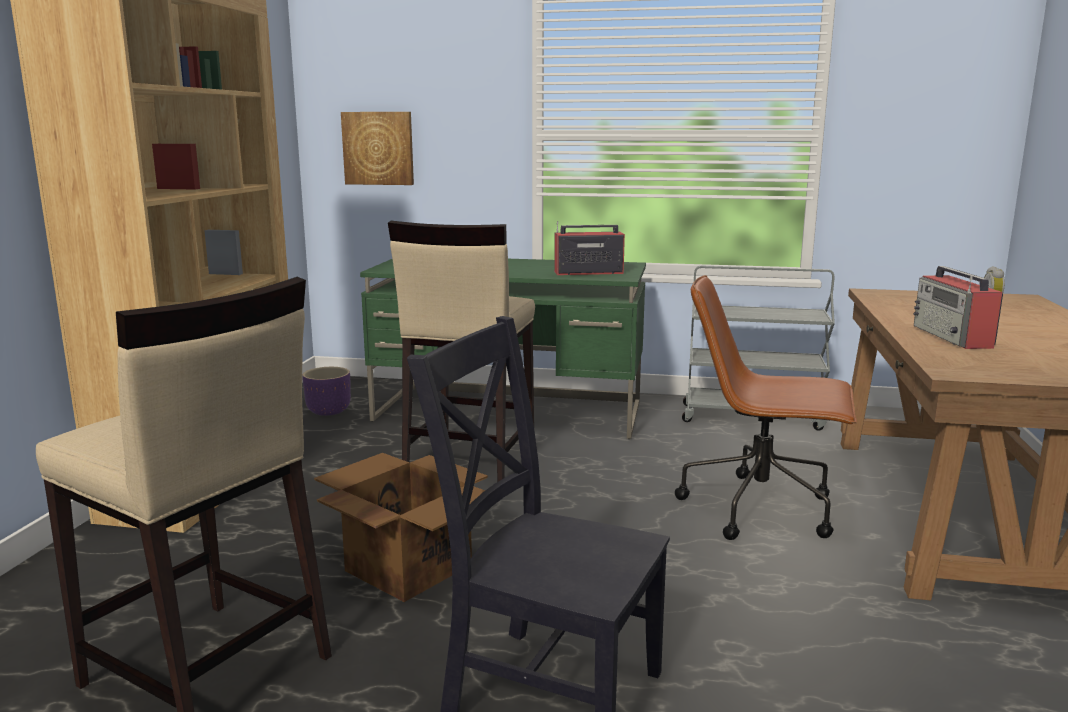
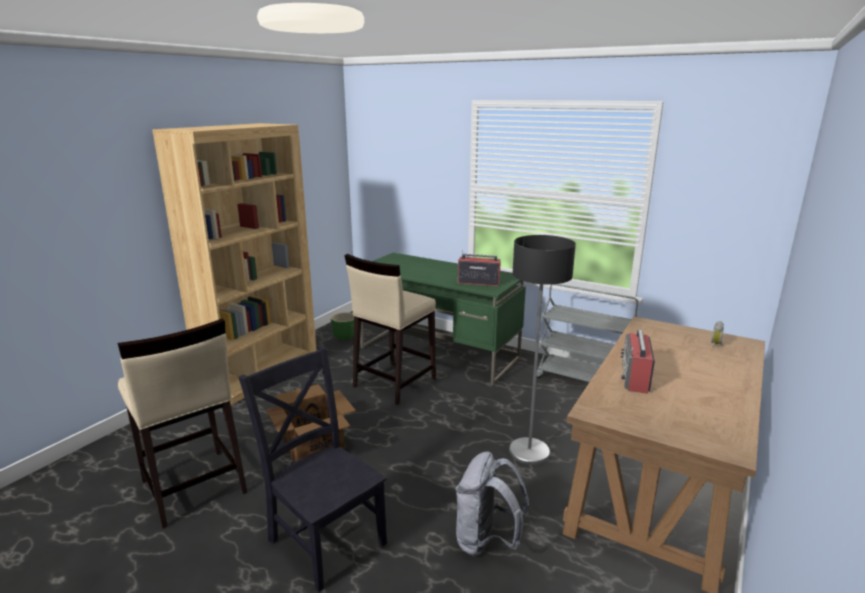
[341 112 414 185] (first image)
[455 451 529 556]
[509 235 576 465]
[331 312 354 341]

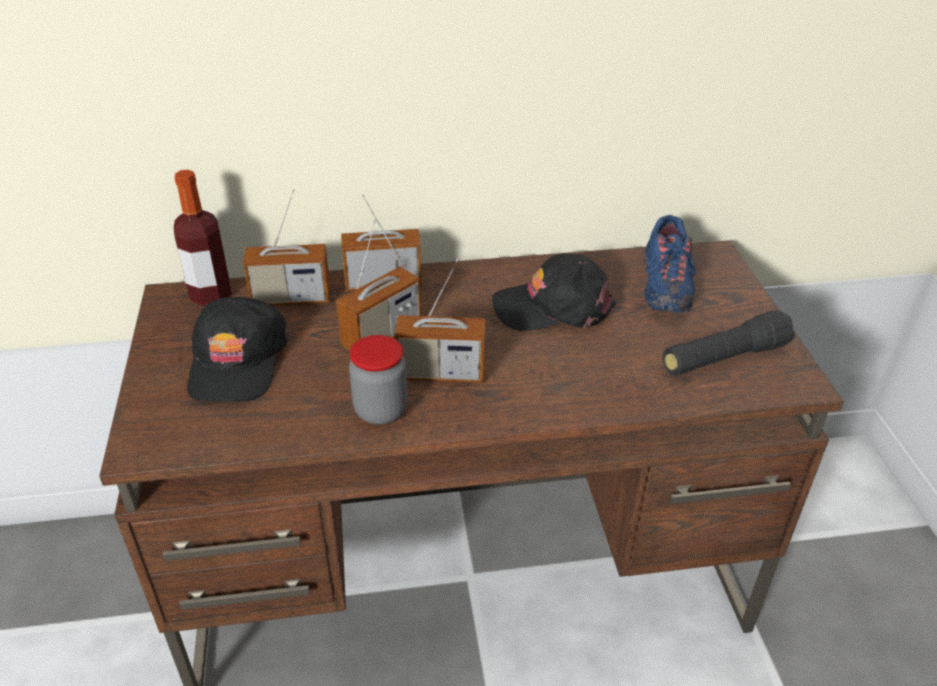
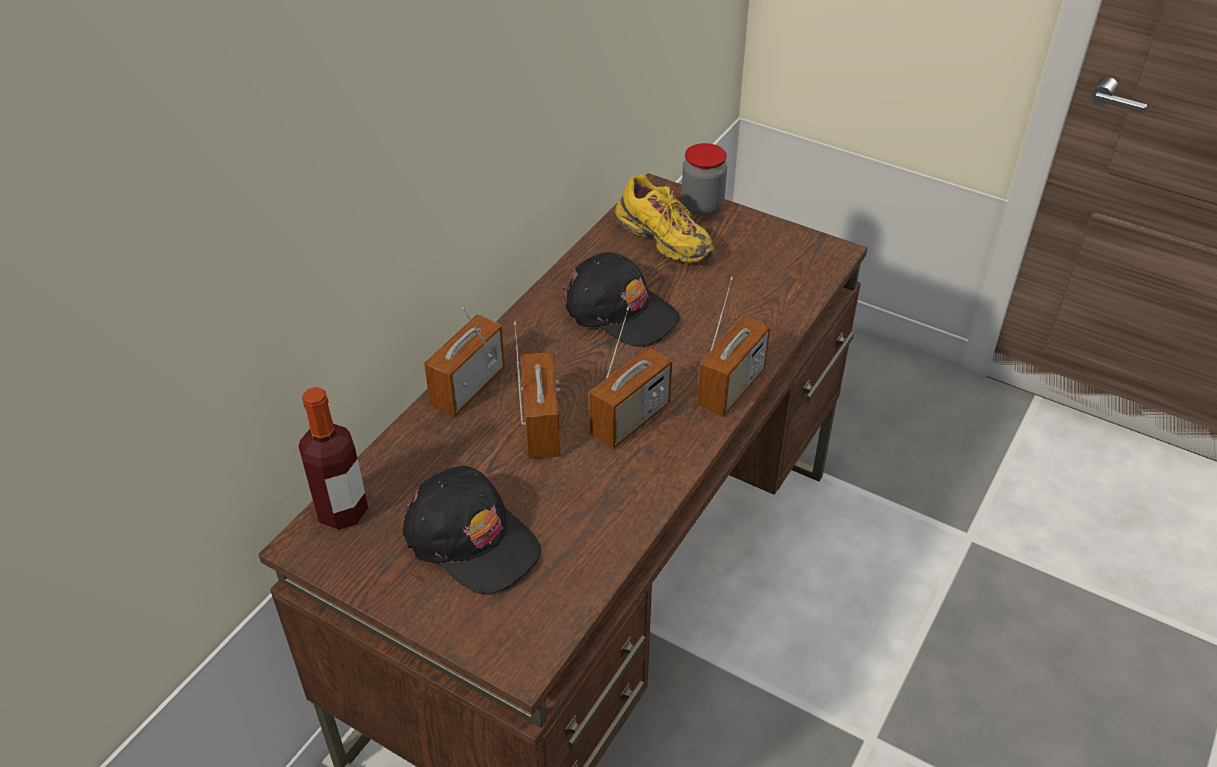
[662 311 794 376] (first image)
[697 277 770 417]
[681 143 727 216]
[615 175 715 263]
[563 252 680 347]

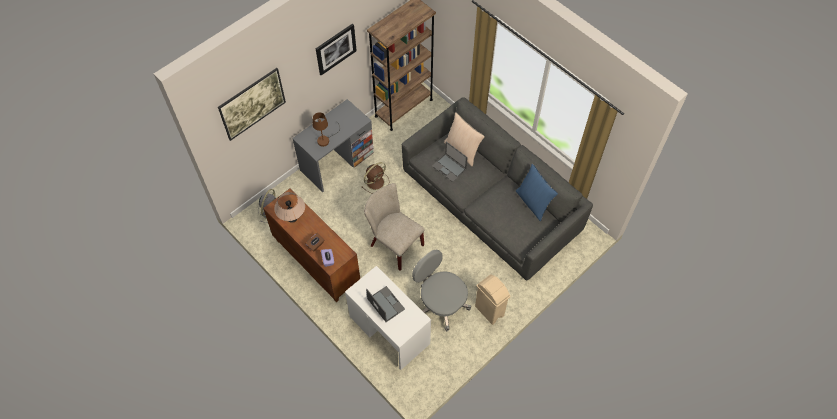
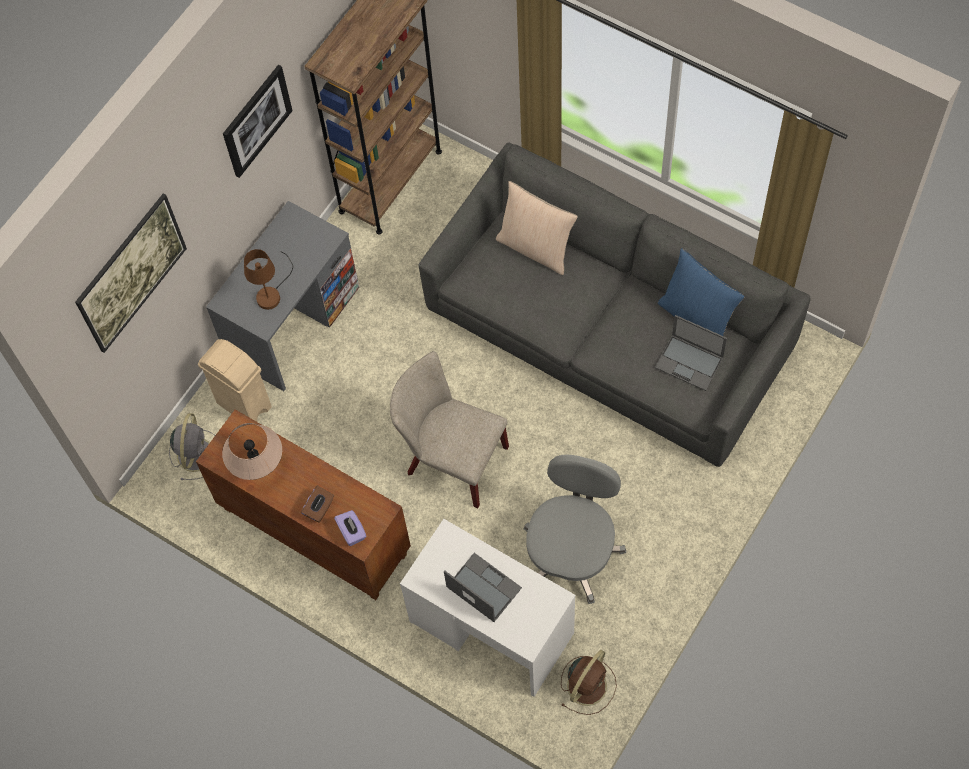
[561 650 617 715]
[655 315 727 391]
[198 339 272 422]
[524 455 626 604]

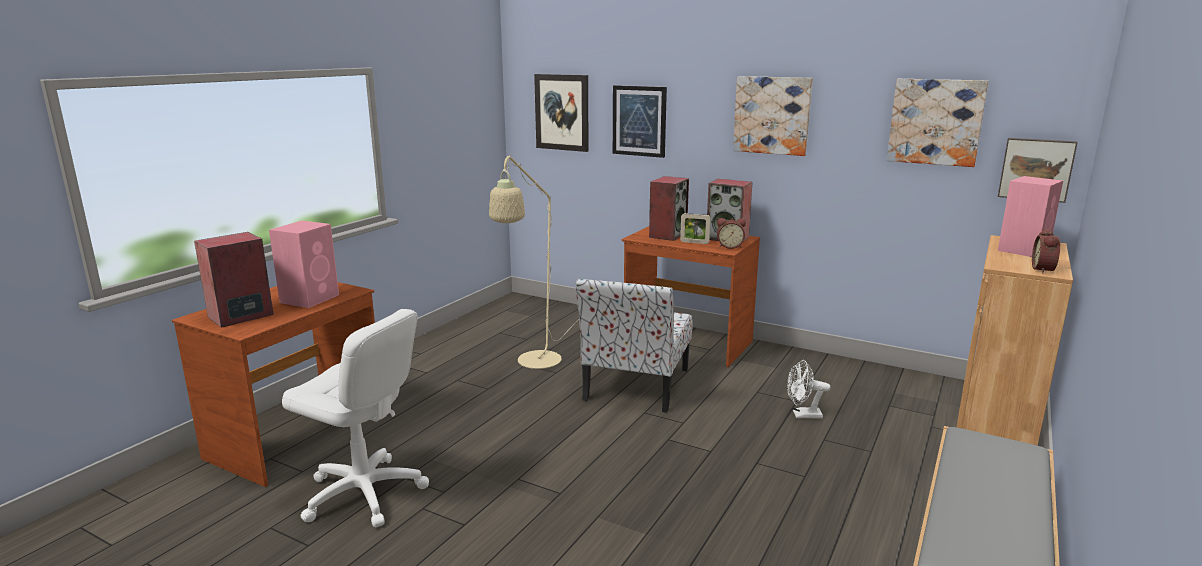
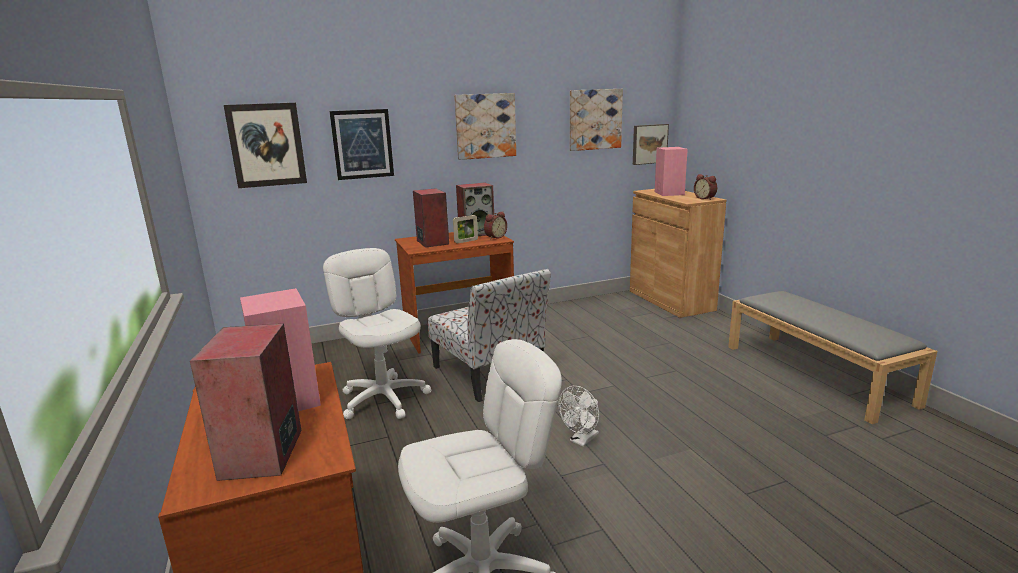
[558 386 599 446]
[323 248 431 419]

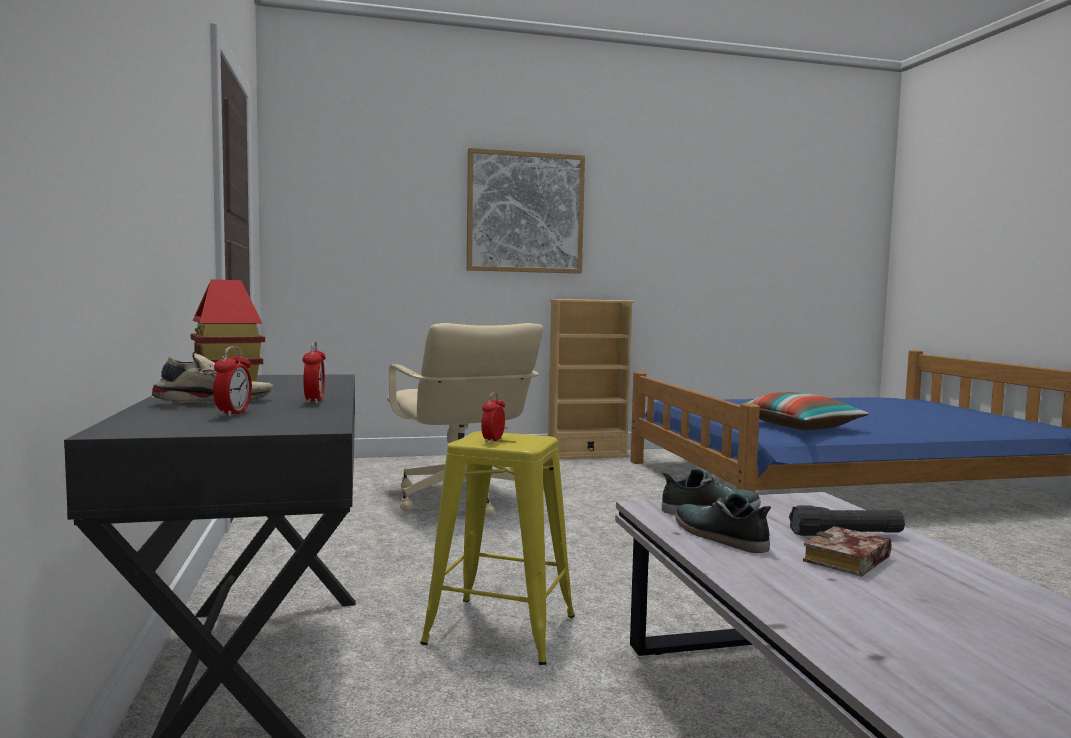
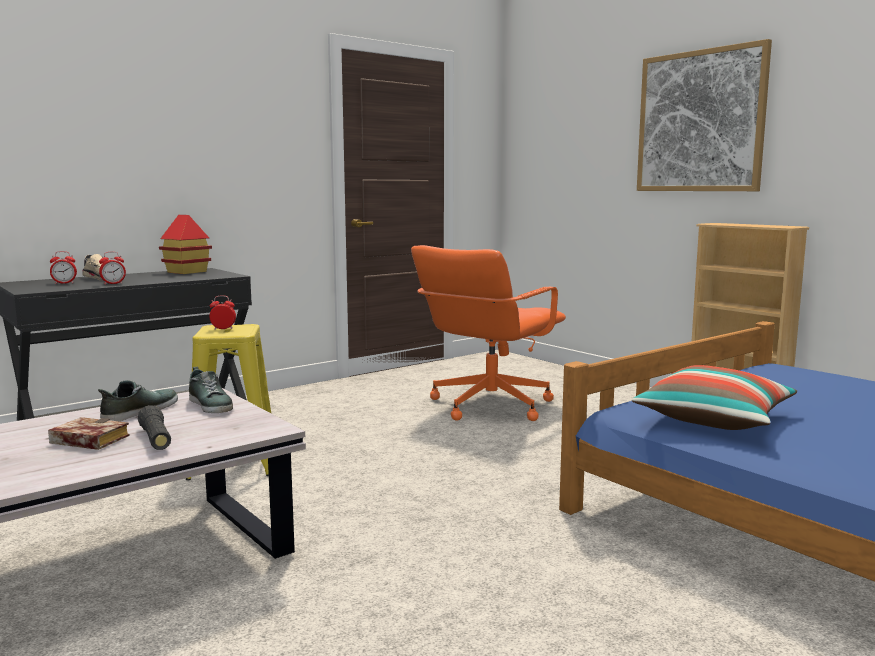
[411 245 566 421]

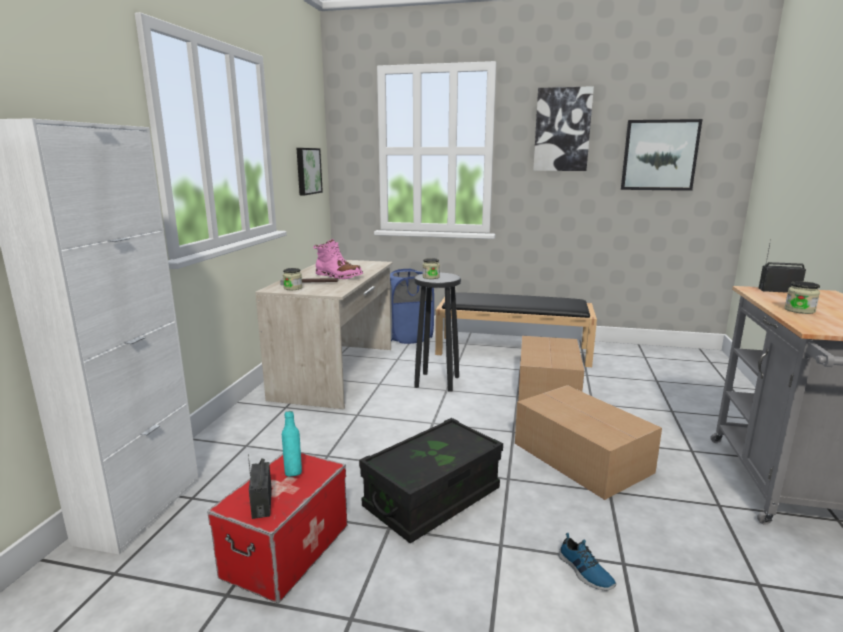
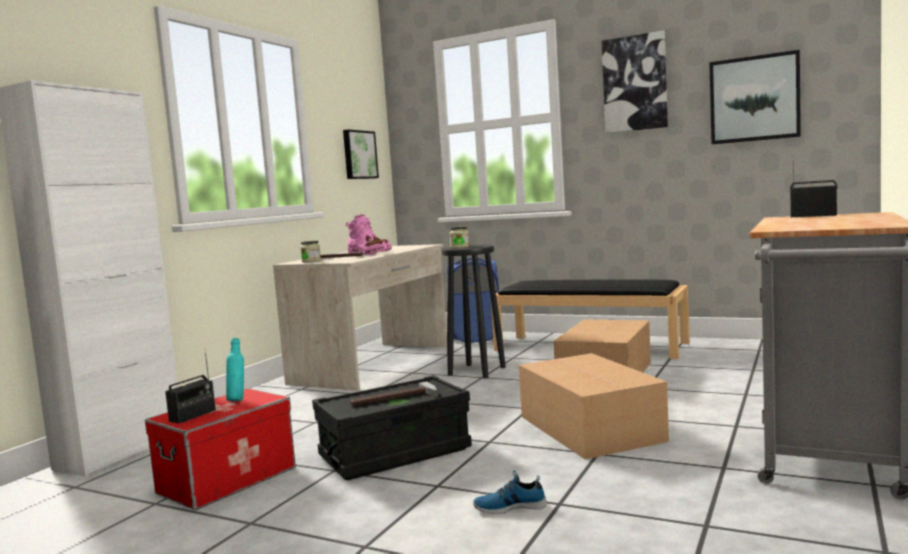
[784 281 820 314] (first image)
[350 381 438 406]
[165 351 216 424]
[473 471 547 514]

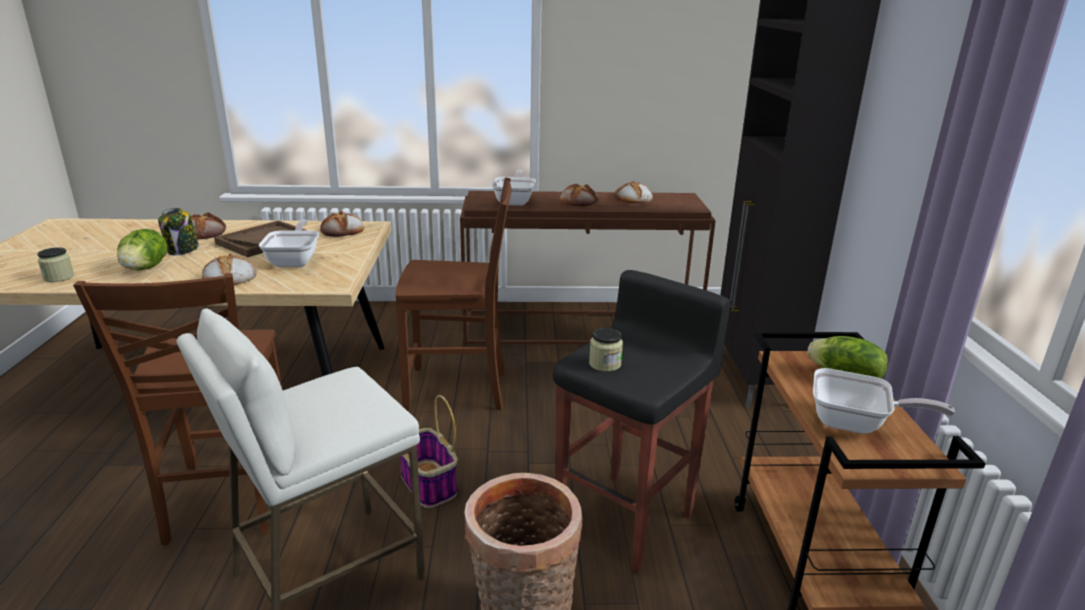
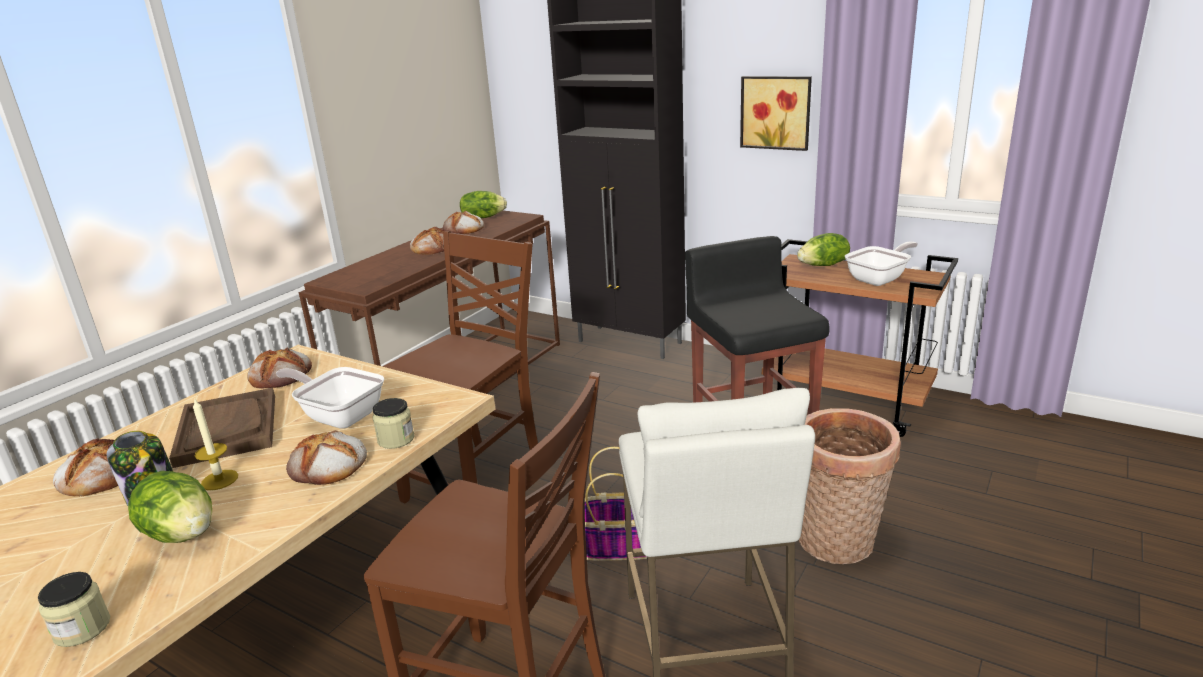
[492 170 536 206] (first image)
[193 398 238 490]
[460 191 507 219]
[740 76 812 151]
[372 398 415 449]

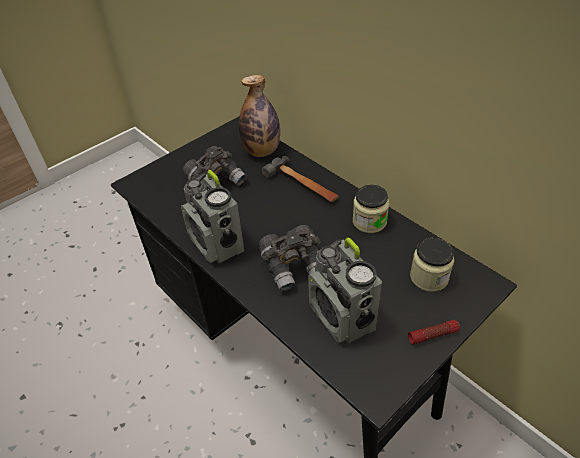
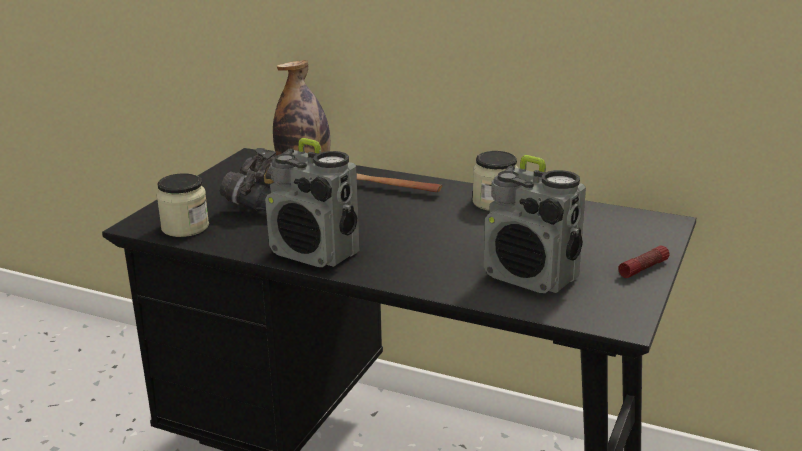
[259 225 321 291] (first image)
[157 173 209 237]

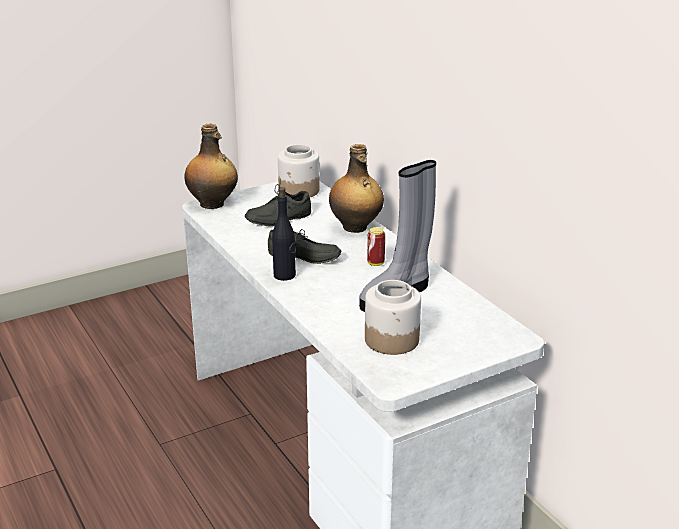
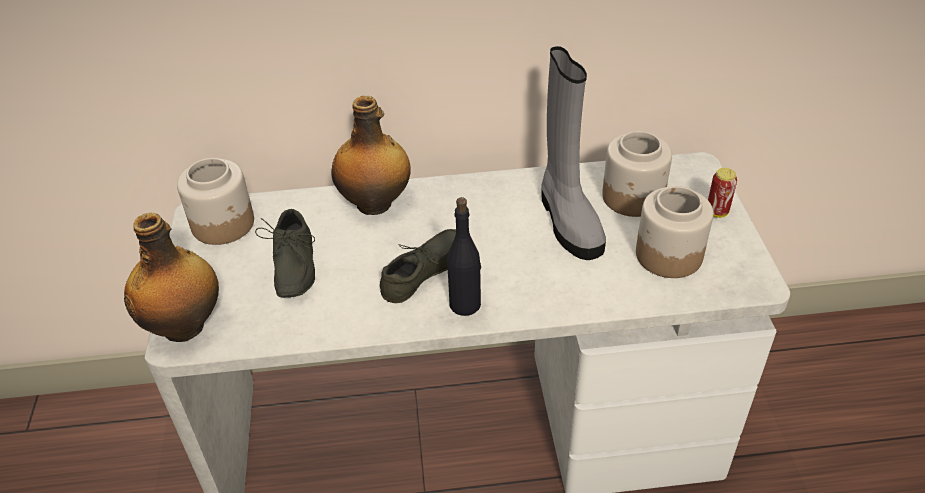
[602 131 672 217]
[708 168 737 218]

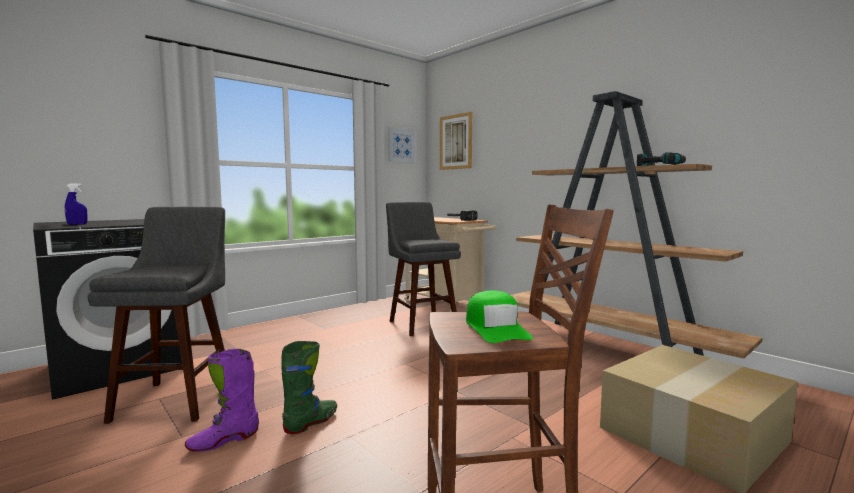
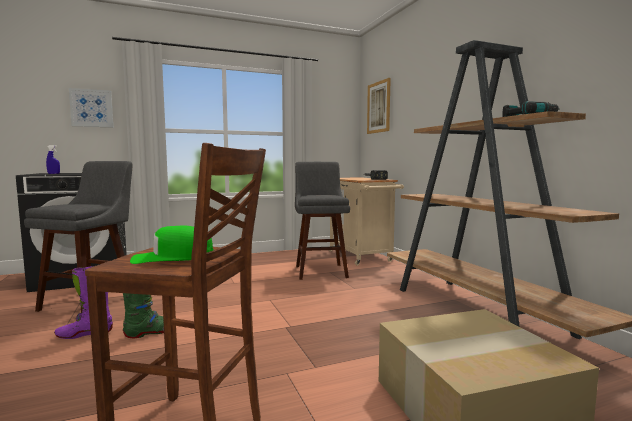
[69 88 113 128]
[130 225 214 264]

